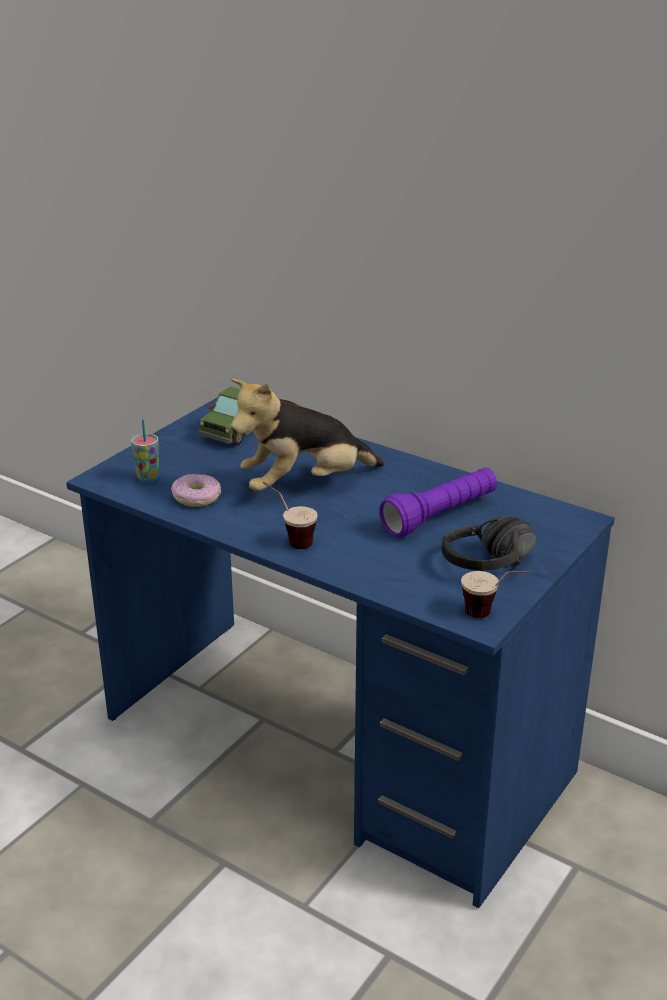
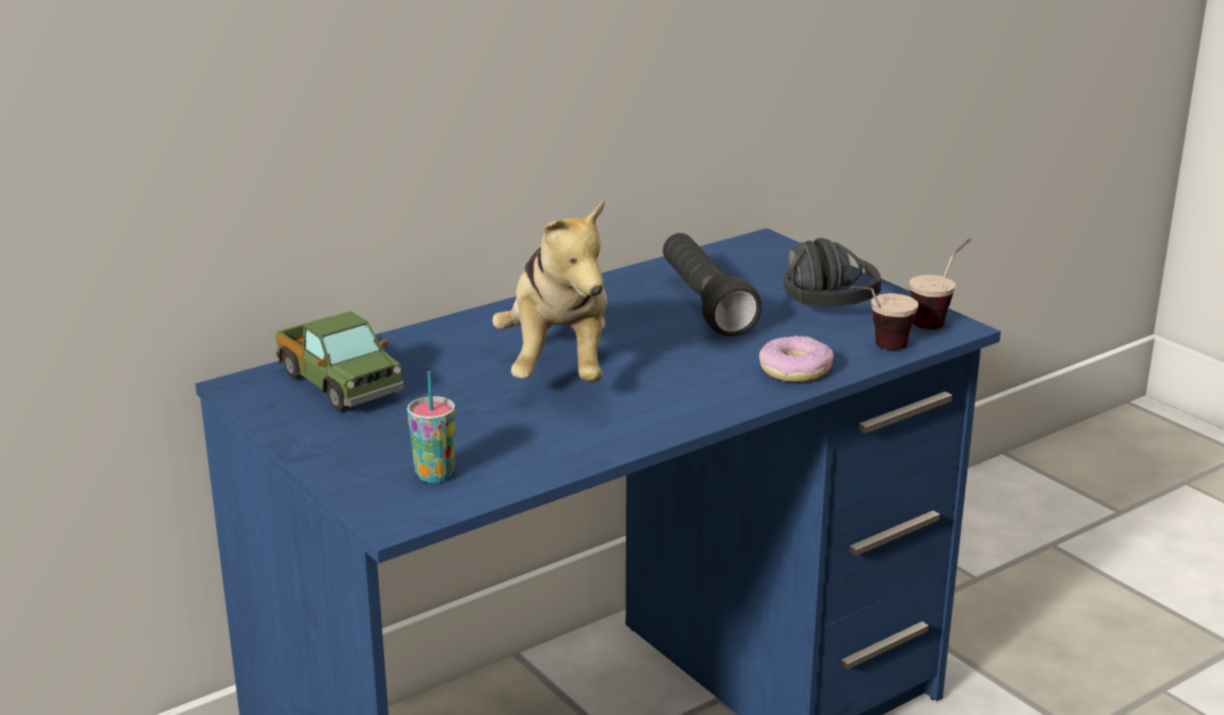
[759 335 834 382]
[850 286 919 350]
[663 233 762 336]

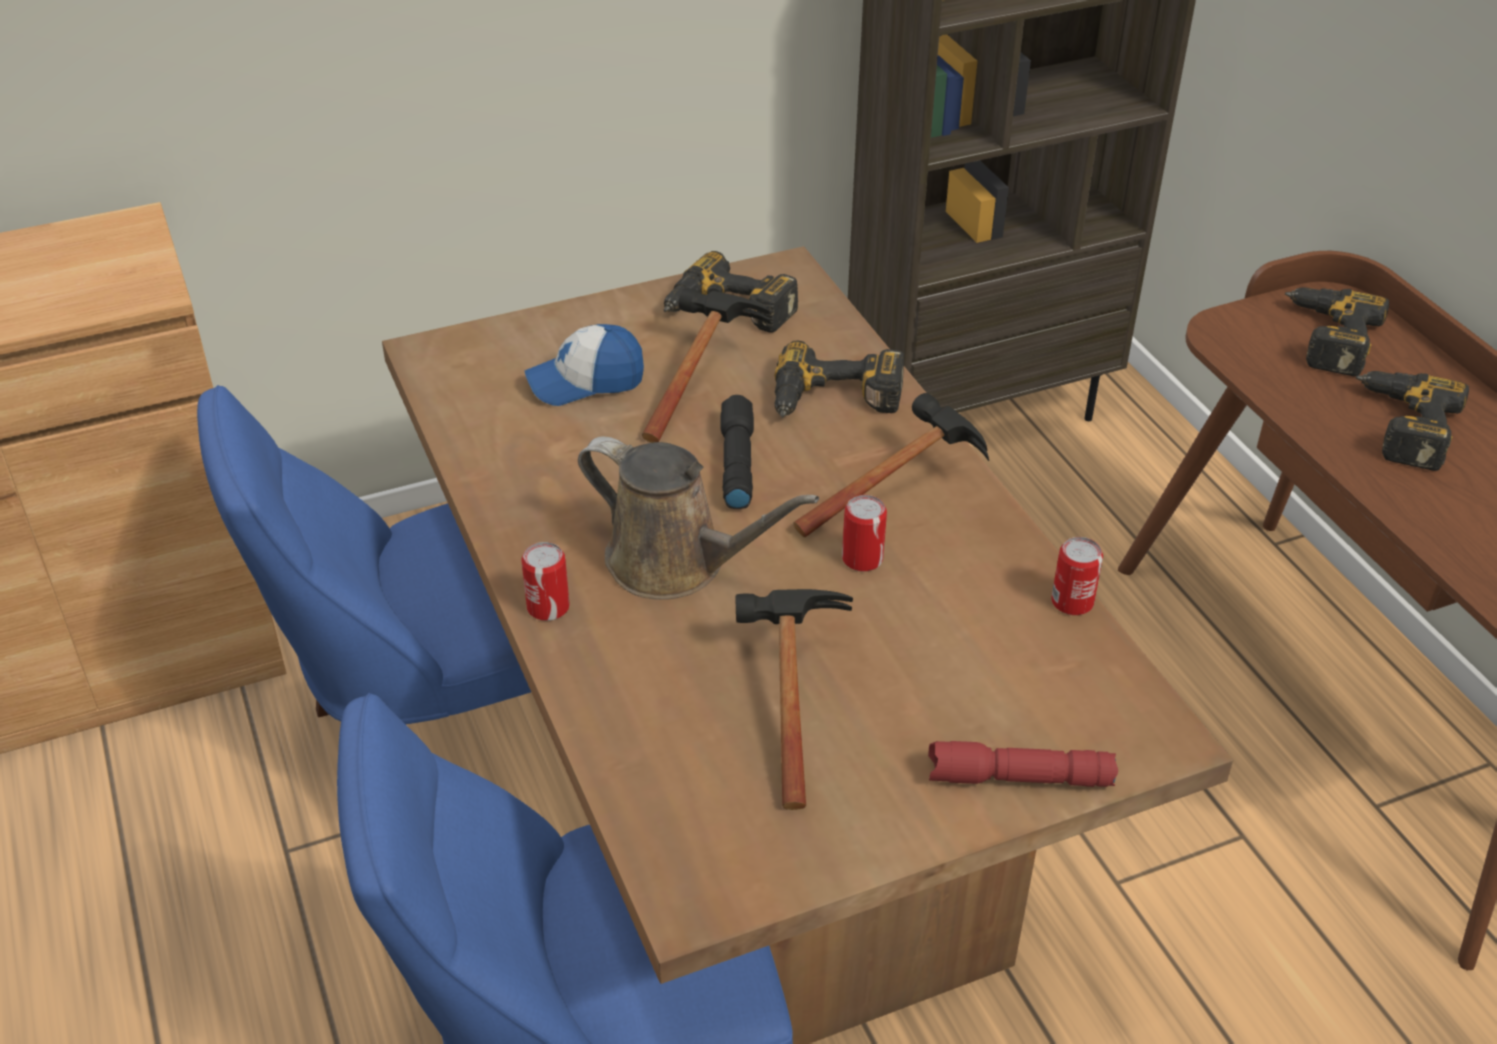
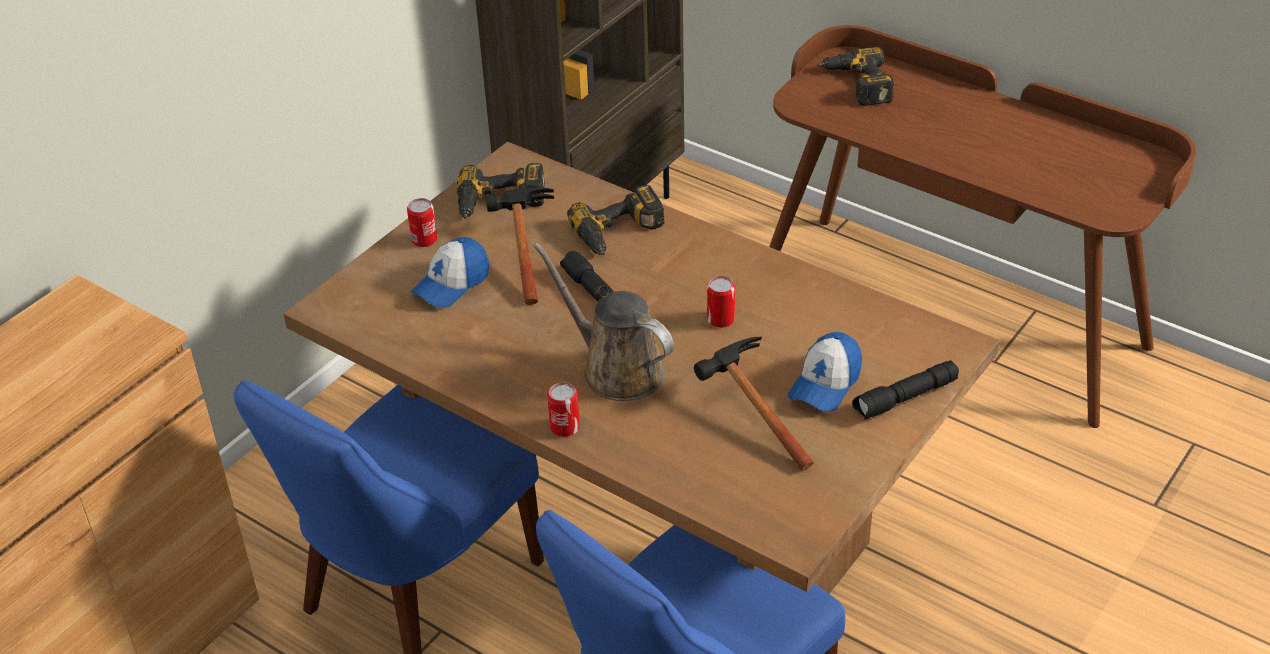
[793 393 989 537] (first image)
[1356 371 1469 471] (first image)
[788 332 862 412]
[407 198 437 247]
[852 360 959 420]
[533 243 674 401]

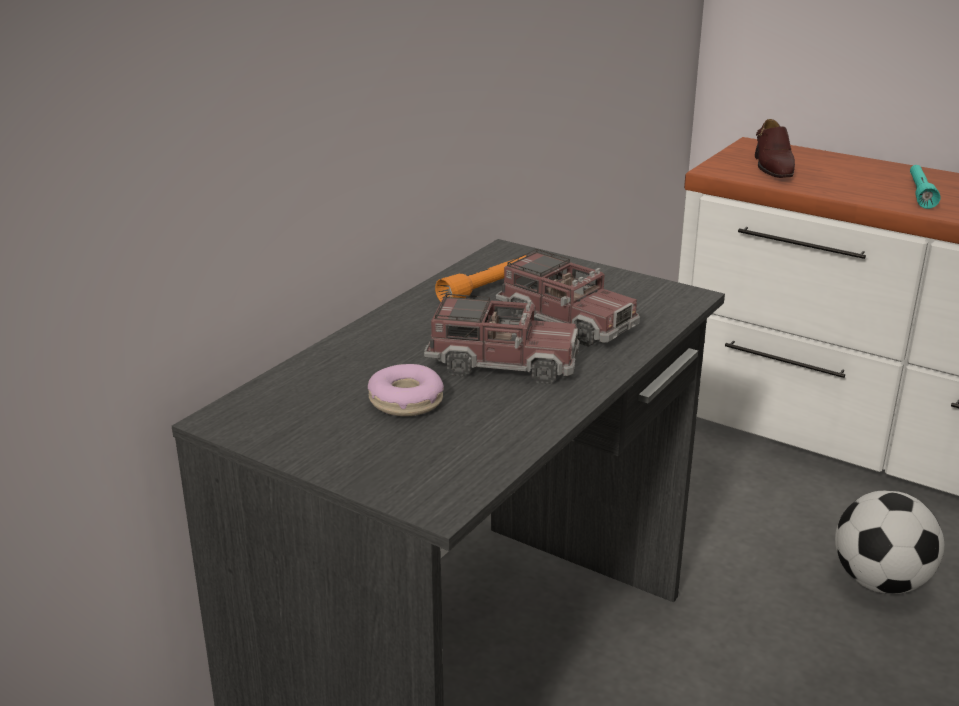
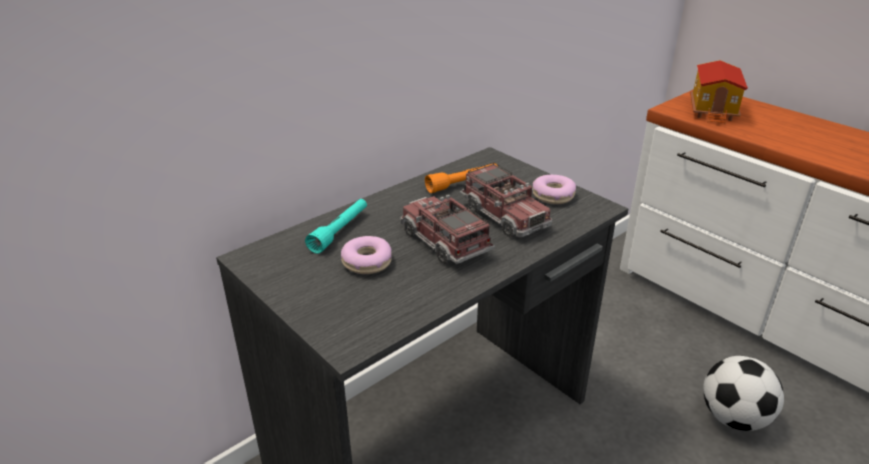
[532 175 576 204]
[305 199 367 254]
[690 60 748 124]
[400 195 495 265]

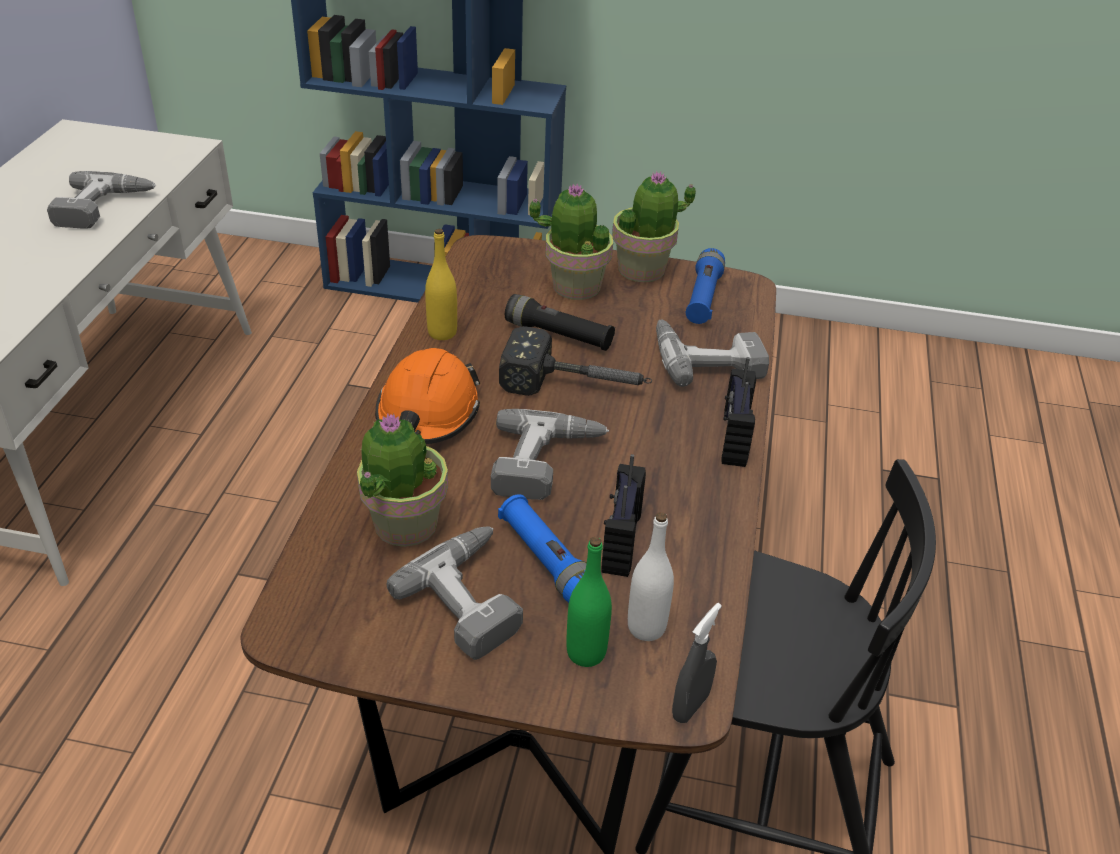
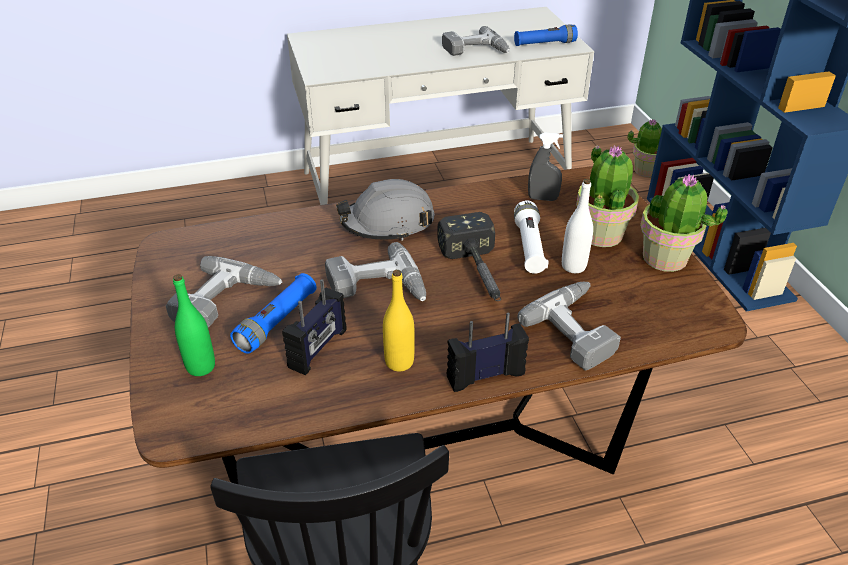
[627 118 662 177]
[383 270 415 371]
[562 179 593 273]
[528 133 563 201]
[514 25 578 46]
[336 179 434 241]
[514 200 549 274]
[282 279 346 375]

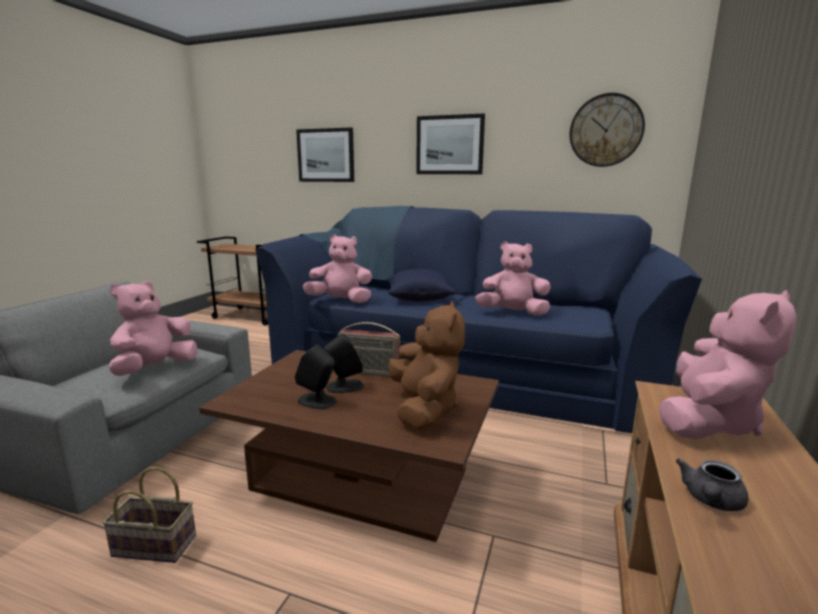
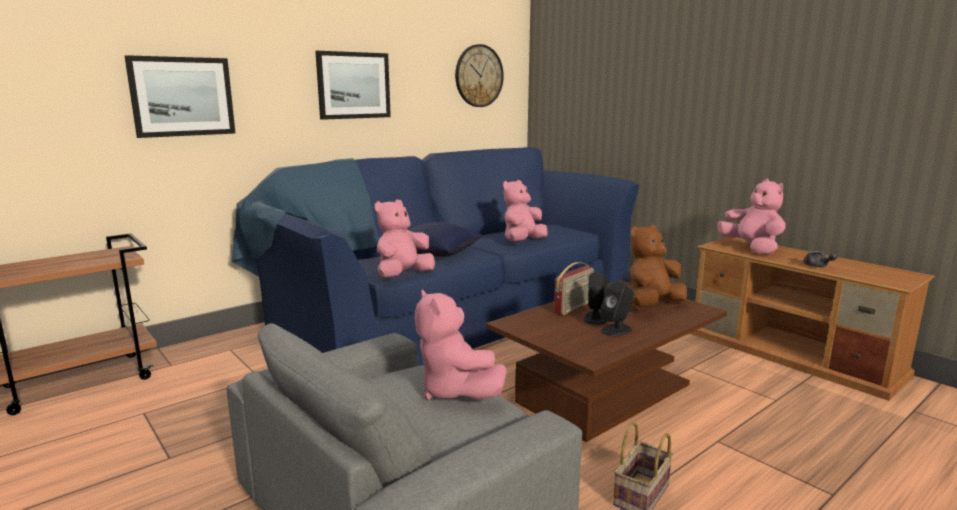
[630 224 687 307]

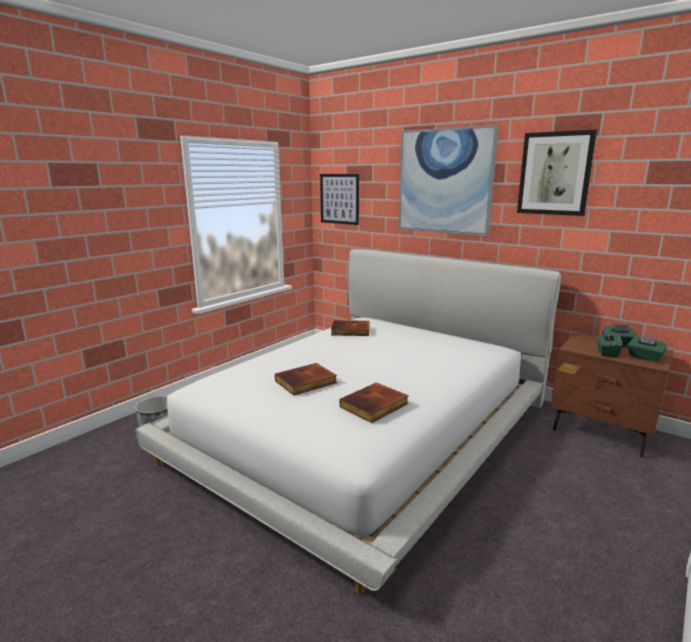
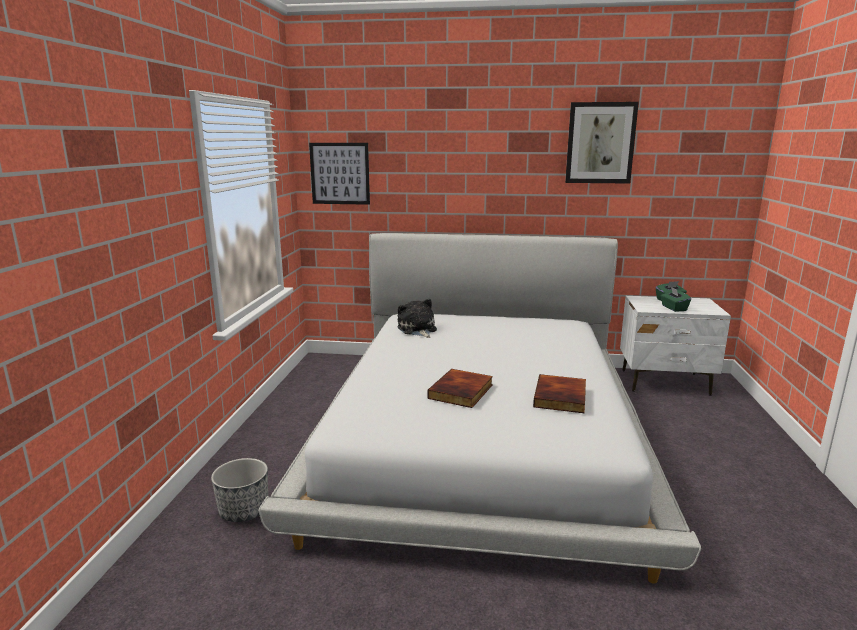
[398 125 499 236] (first image)
[628 335 668 362] (first image)
[398 299 437 338]
[620 296 731 396]

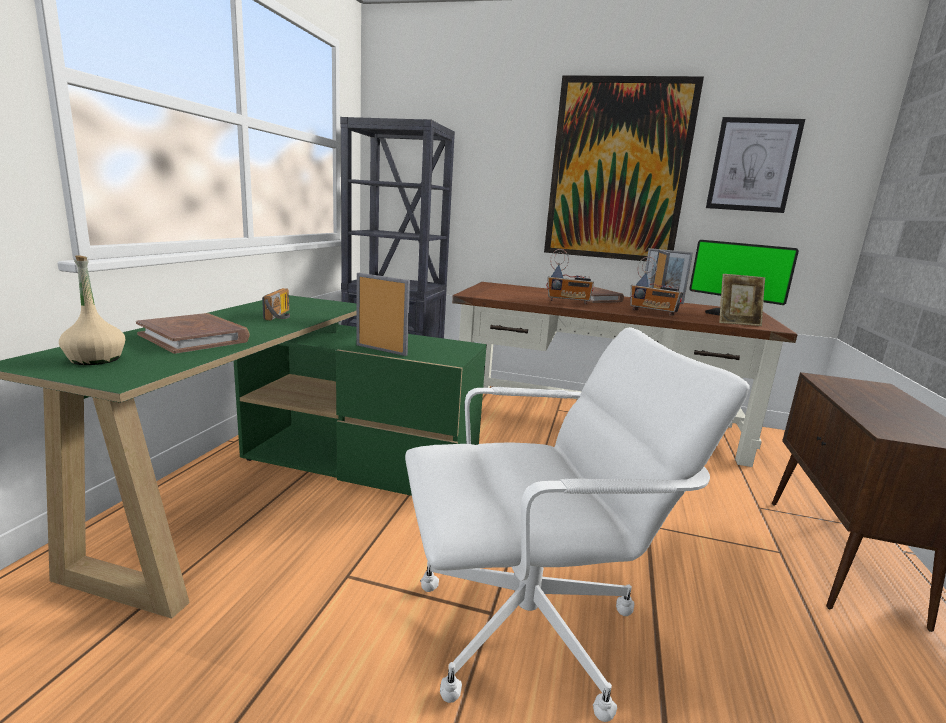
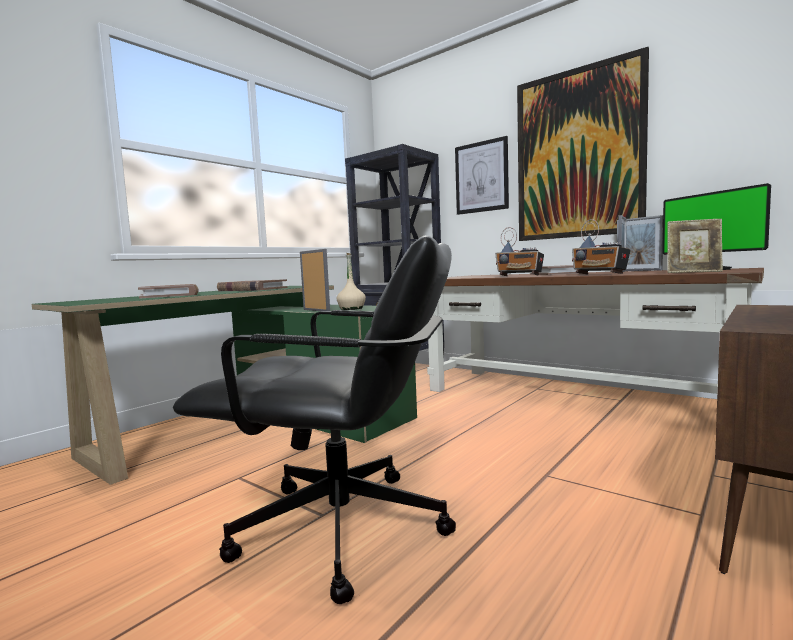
[337 253 366 310]
[455 136 509 215]
[217 279 287 291]
[173 236 456 604]

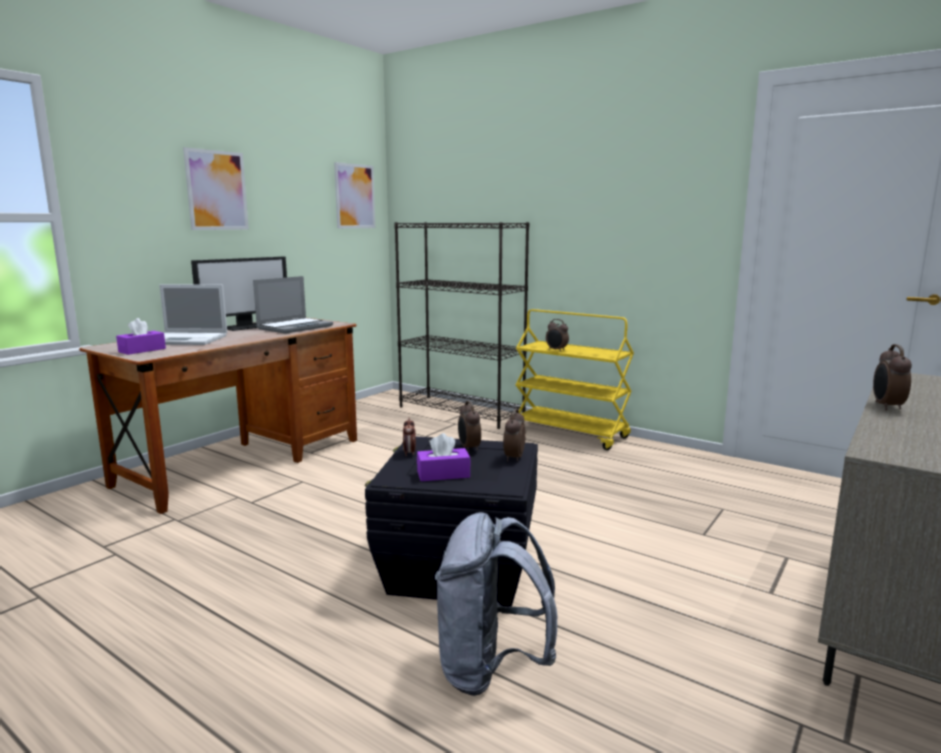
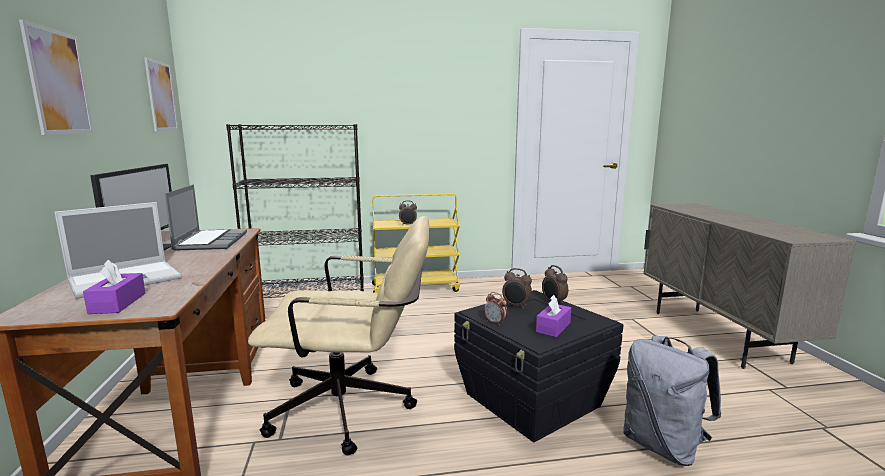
[873 344 912 410] (first image)
[248 216 429 455]

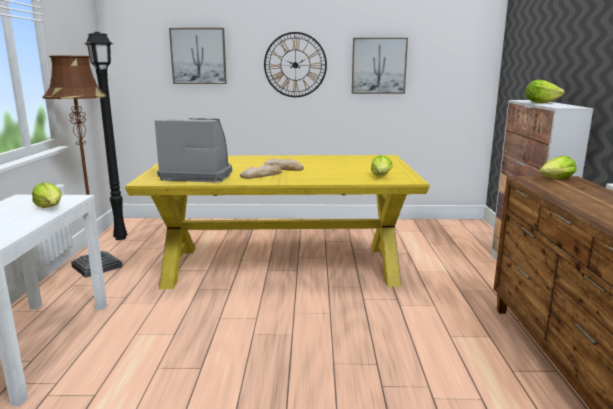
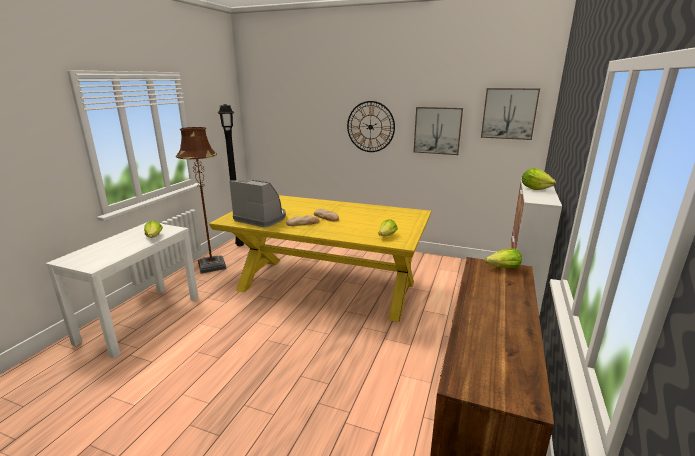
[481 88 540 140]

